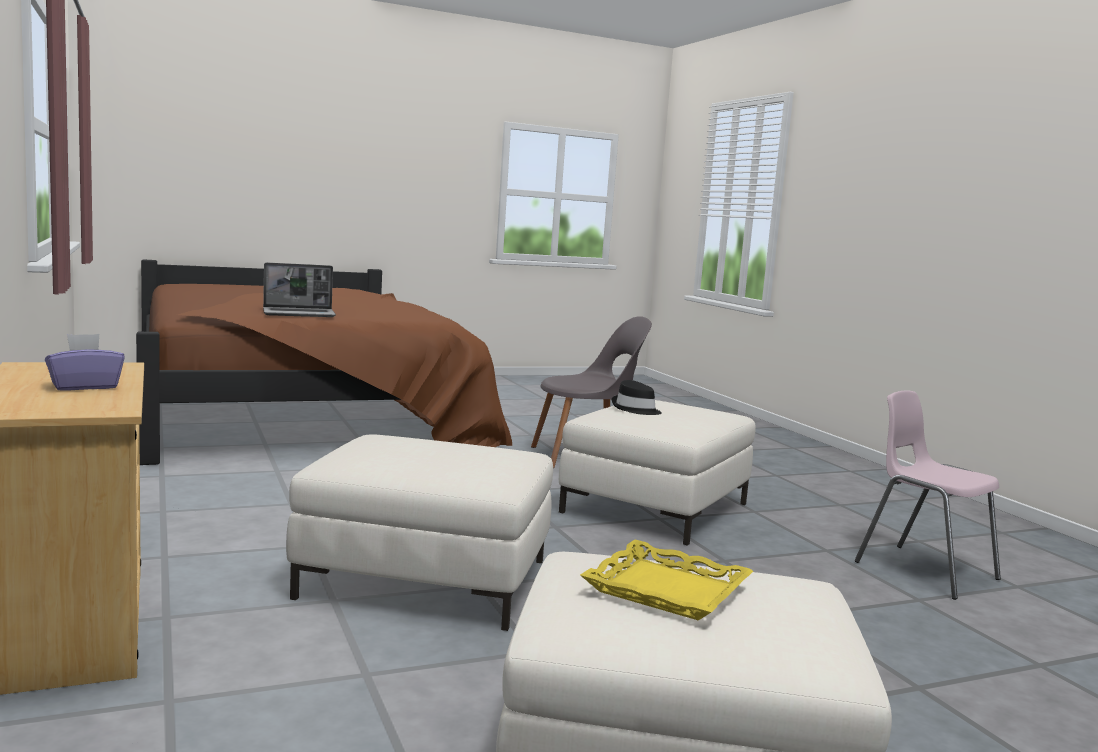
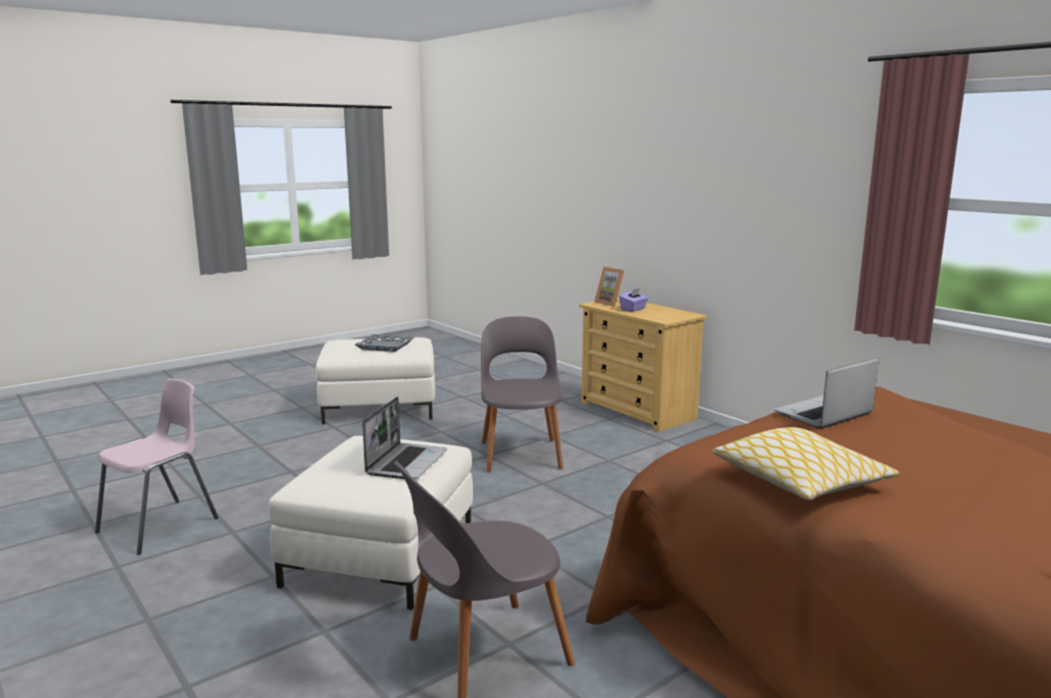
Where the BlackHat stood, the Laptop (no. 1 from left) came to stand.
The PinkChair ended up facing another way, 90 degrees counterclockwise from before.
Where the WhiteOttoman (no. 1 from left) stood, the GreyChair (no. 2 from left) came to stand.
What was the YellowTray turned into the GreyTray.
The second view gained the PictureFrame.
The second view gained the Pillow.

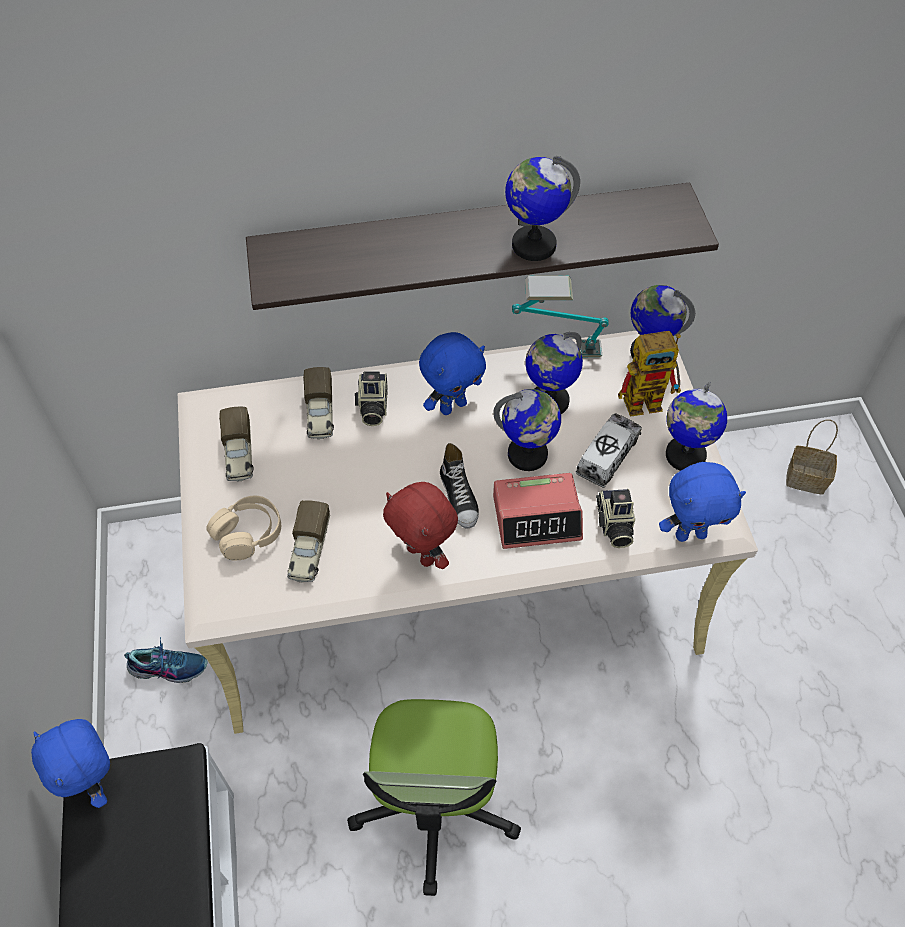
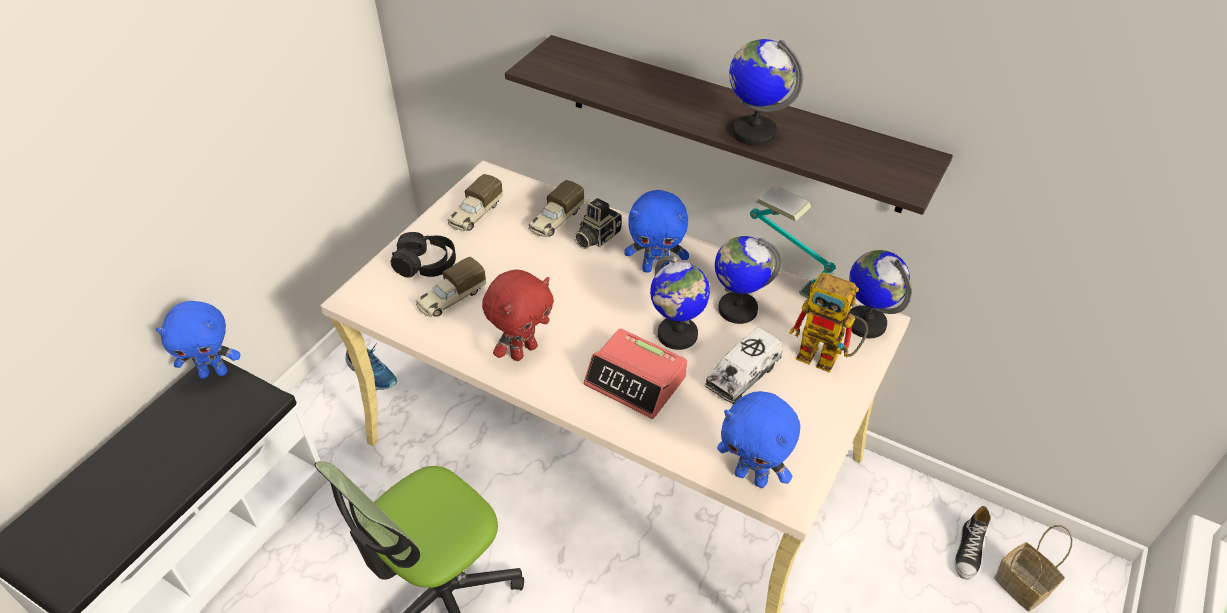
The second view lost the Globe (no. 5 from left).
The ToyTruck (no. 4 from left) ended up facing another way, 150 degrees clockwise from before.
The Shoe (no. 2 from left) ended up elsewhere.
The RedPlushToy ended up facing another way, 135 degrees counterclockwise from before.
The second view lost the PhotoCamera (no. 2 from left).
What was the BeigeHeadphones turned into the BlackHeadphones.
The BluePlushToy (no. 1 from left) ended up facing another way, 105 degrees counterclockwise from before.

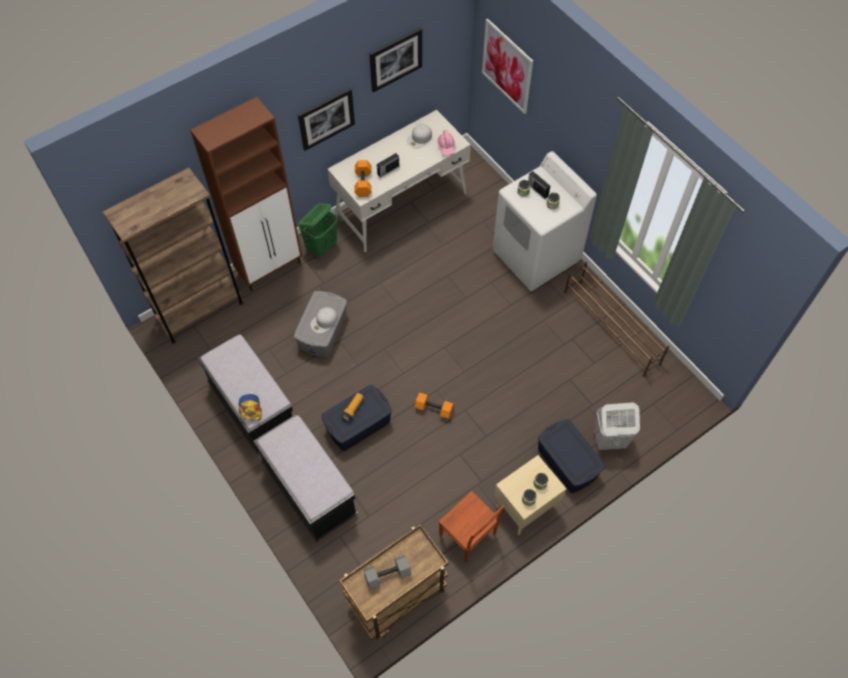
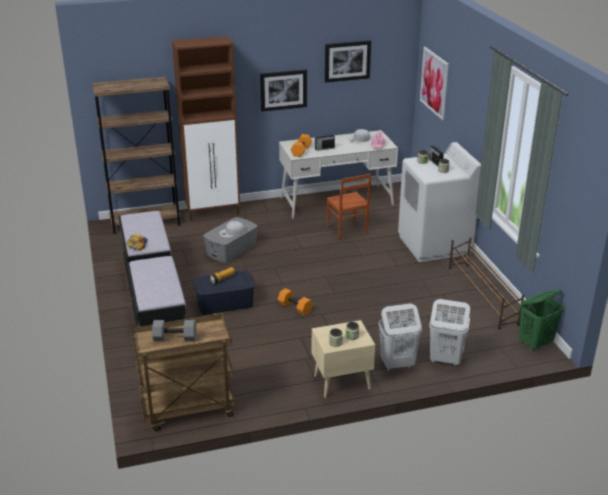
The GreenLaundryBasket ended up elsewhere.
Where the BlueStorageBox (no. 2 from left) stood, the WhiteLaundryBasket (no. 1 from left) came to stand.
The BrownChair ended up elsewhere.

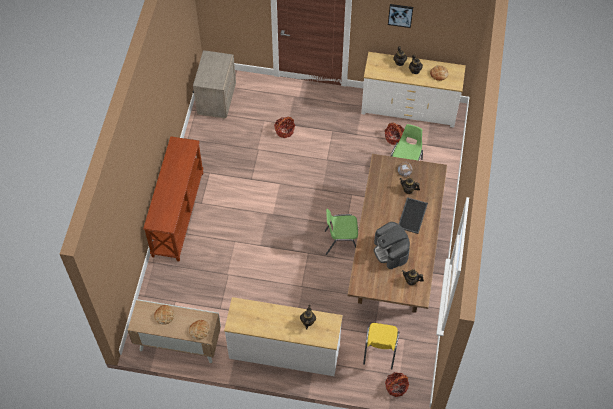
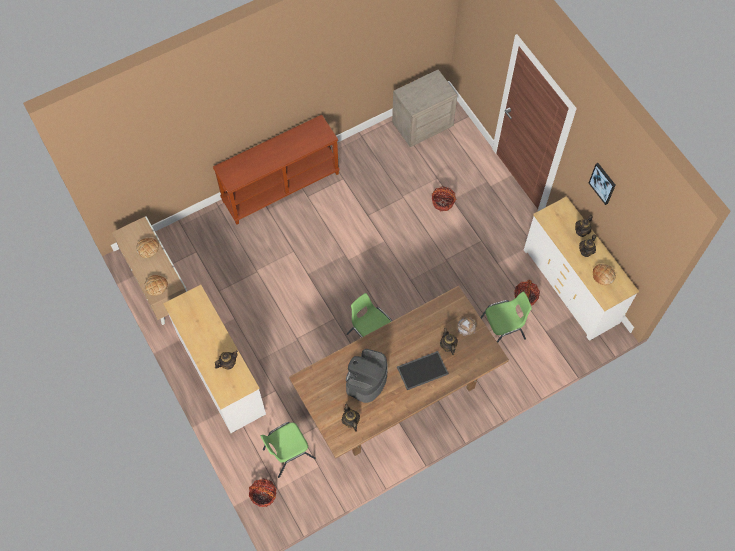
What was the YellowChair turned into the GreenChair (no. 1 from left).

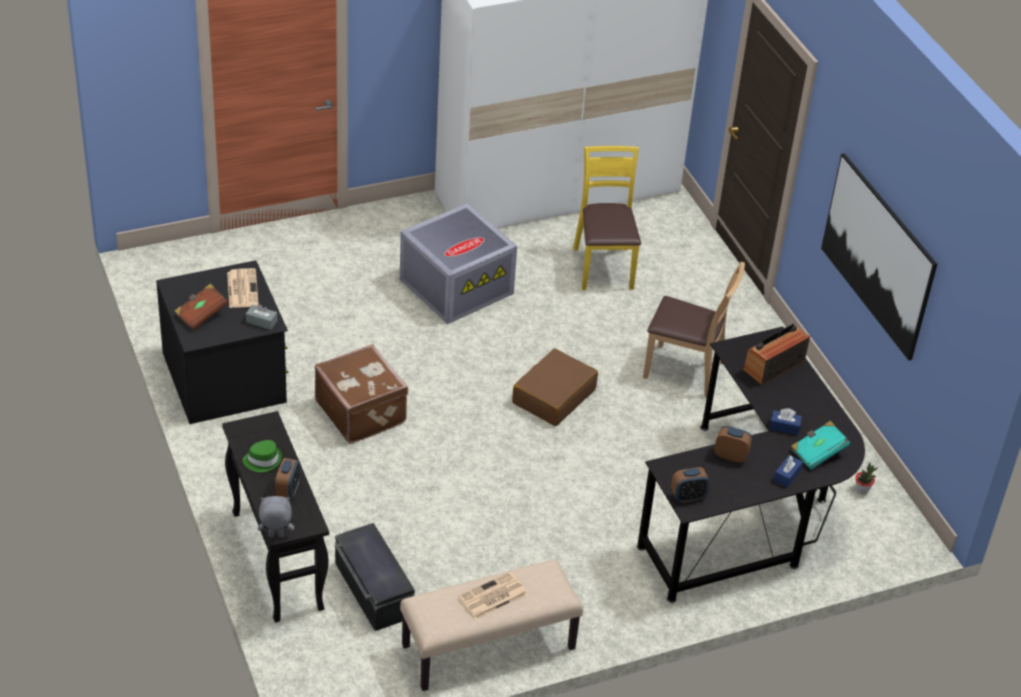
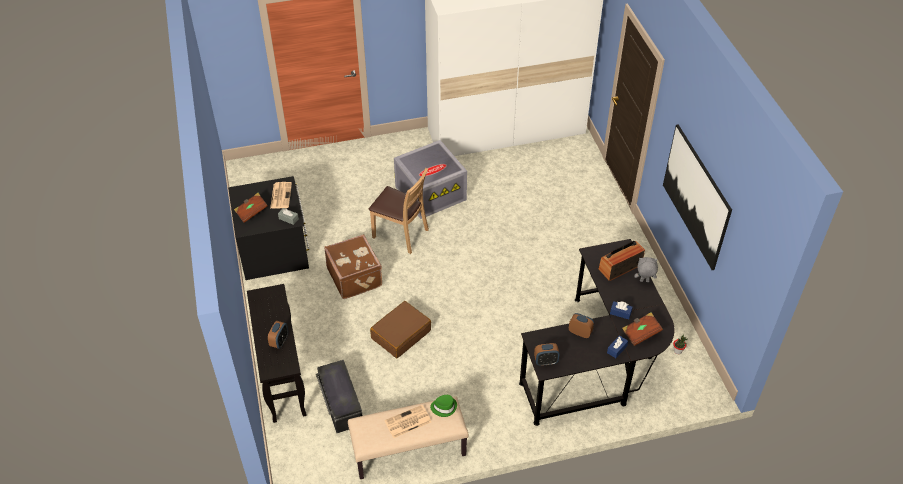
The second view lost the YellowChair.
The BrownChair ended up elsewhere.
The BrownSuitcase (no. 2 from left) ended up elsewhere.
What was the TurquoiseBook turned into the BrownBook (no. 2 from left).
The GreenHat ended up elsewhere.
The GreyPlushToy ended up elsewhere.

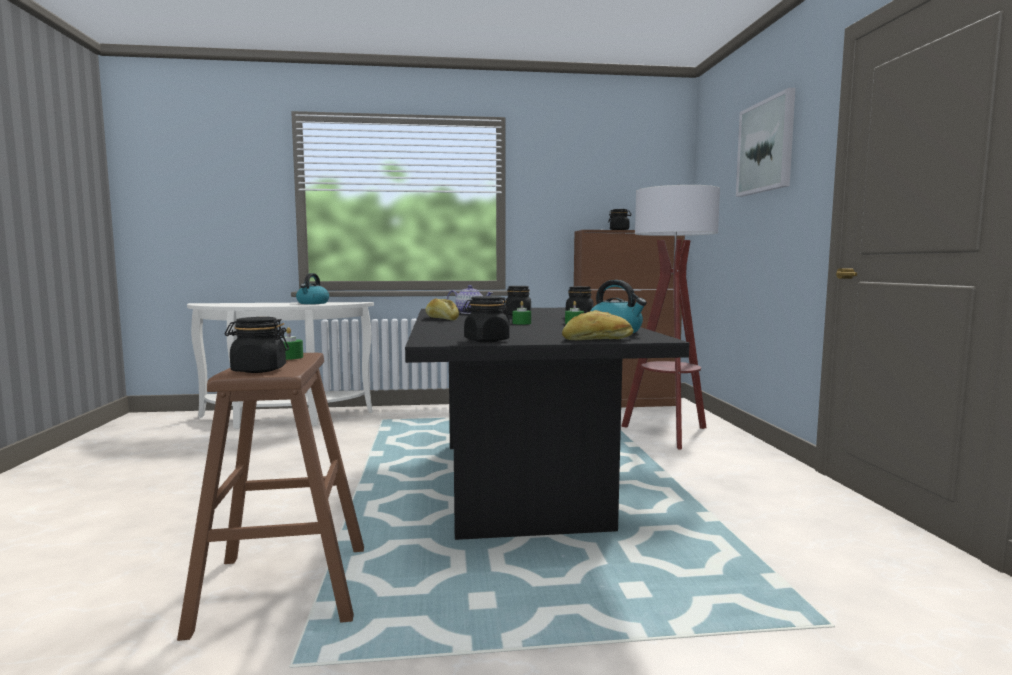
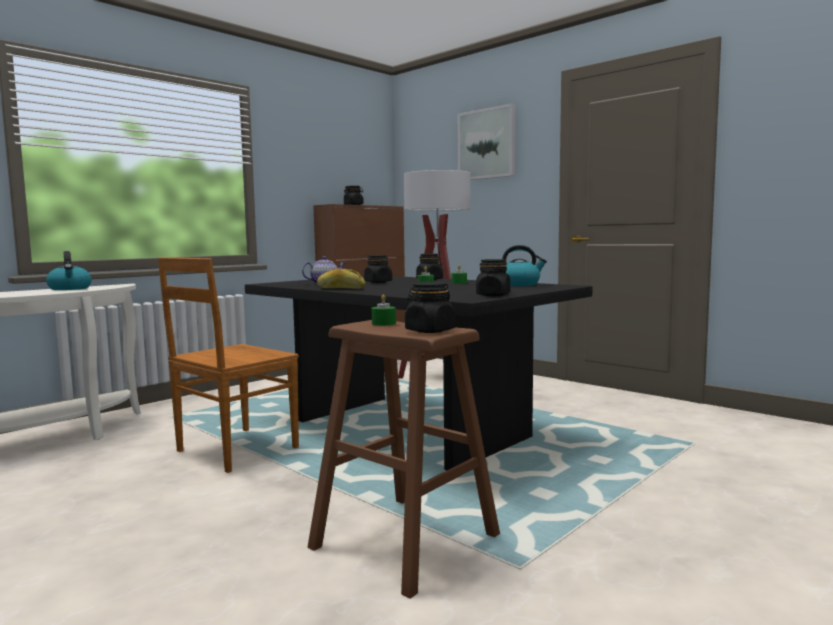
The second view lost the Bread (no. 2 from left).
The second view gained the BrownChair.

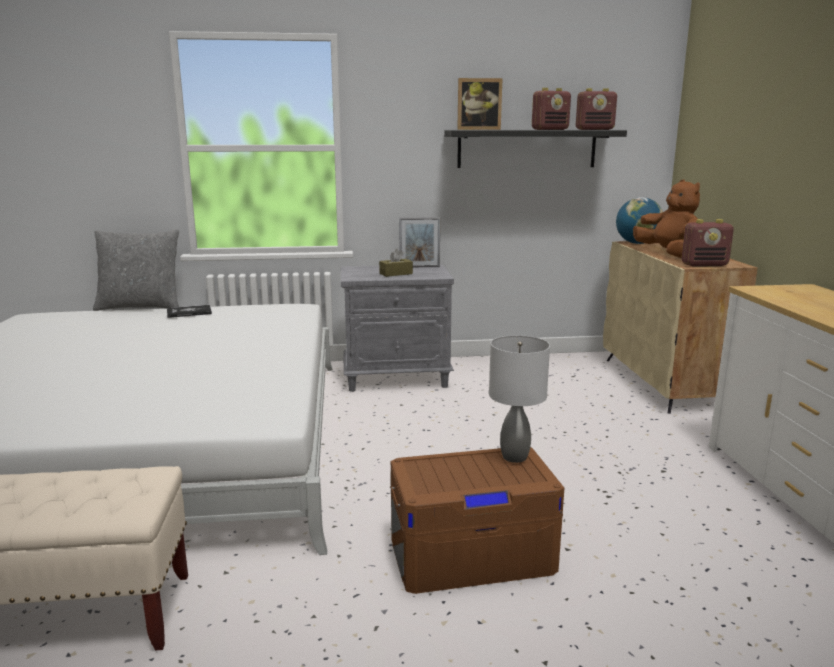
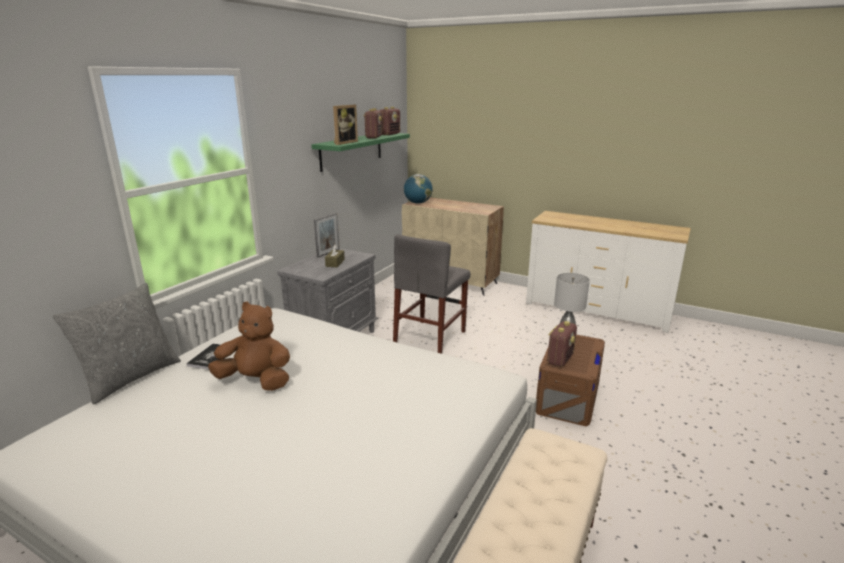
What was the BlackShelf turned into the GreenShelf.
The BrownPlushToy ended up elsewhere.
The Radio (no. 3 from left) ended up elsewhere.
The second view gained the GreyChair.

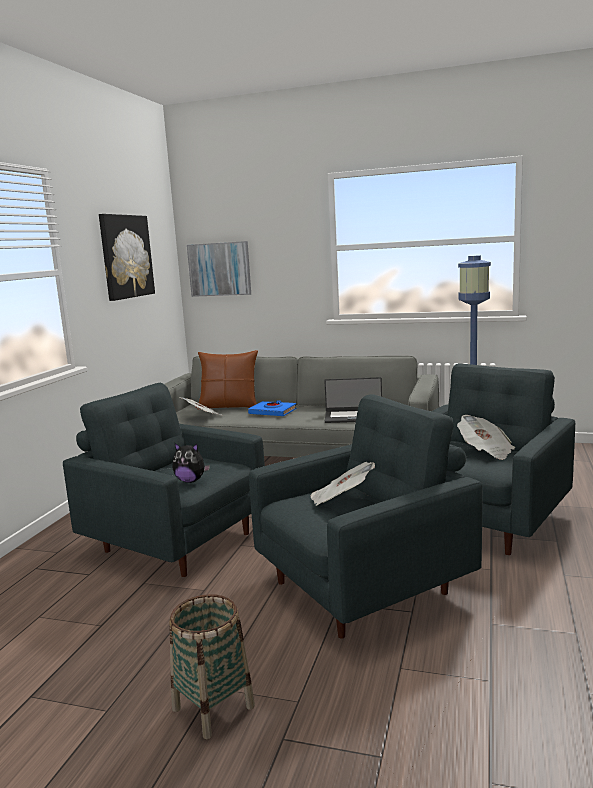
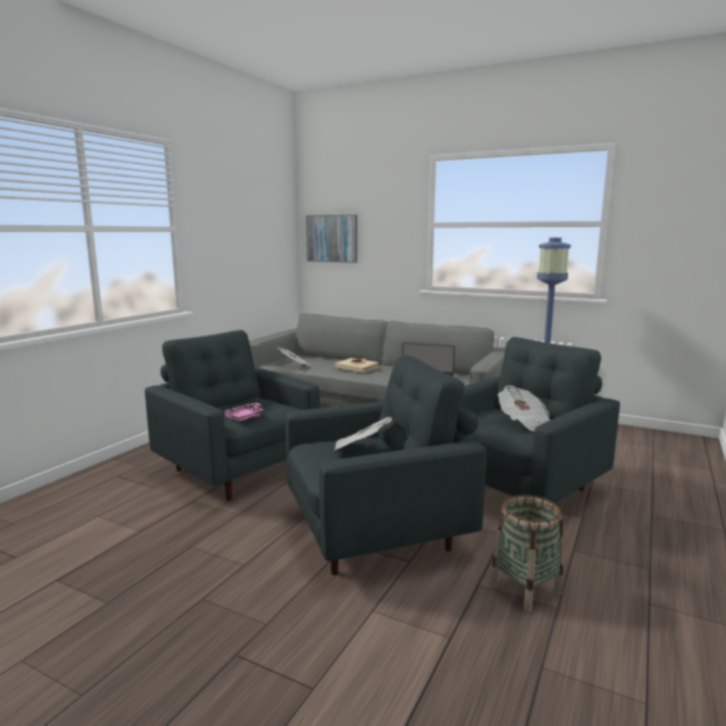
The second view lost the Picture (no. 1 from left).
The second view lost the BrownPillow.
What was the BlueBook turned into the BeigeBook.
Where the PlushToy stood, the PinkTray came to stand.
The Basket ended up elsewhere.

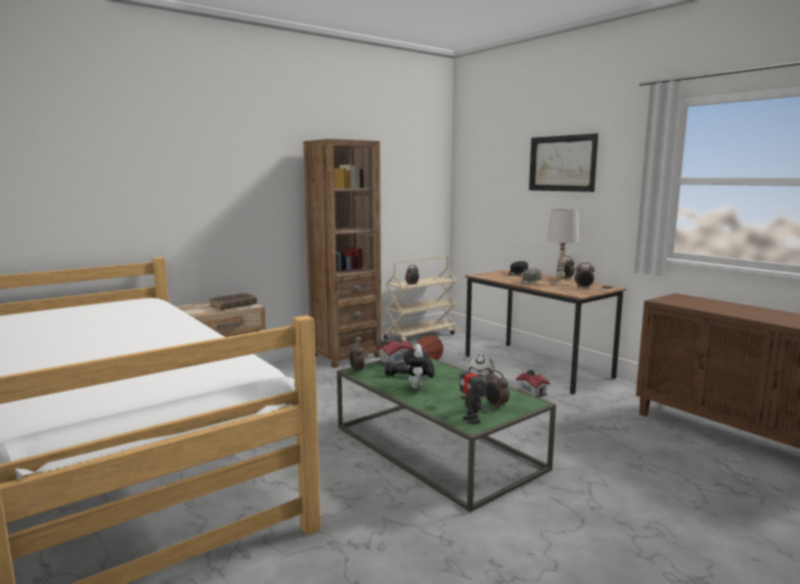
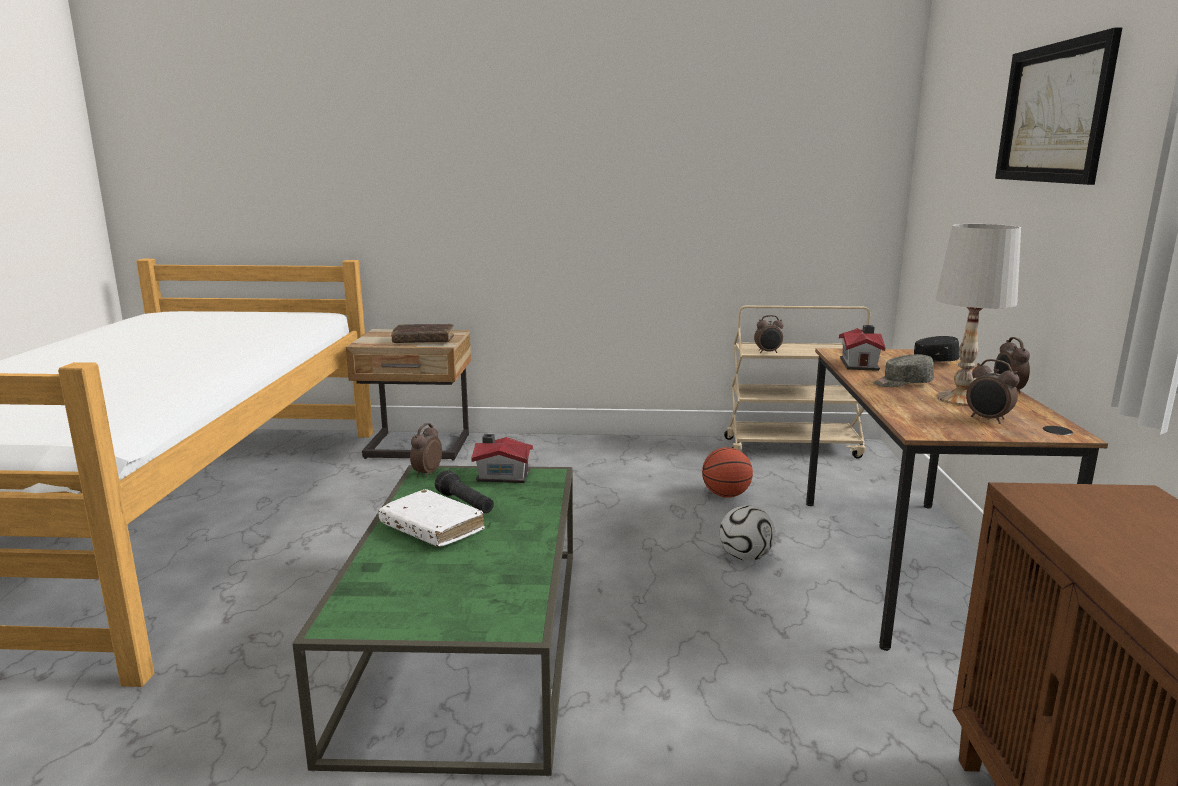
The second view lost the BrownBookcase.
Where the PlushToy stood, the WhiteBook came to stand.
The second view lost the ToyRobot.
The second view lost the AlarmClock (no. 3 from left).
The ToyHouse (no. 2 from left) ended up elsewhere.

